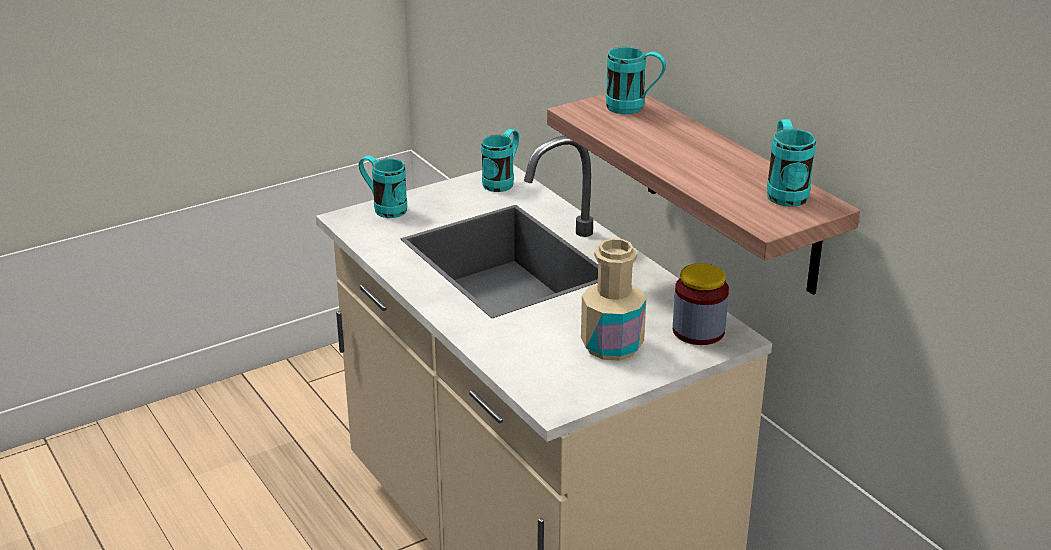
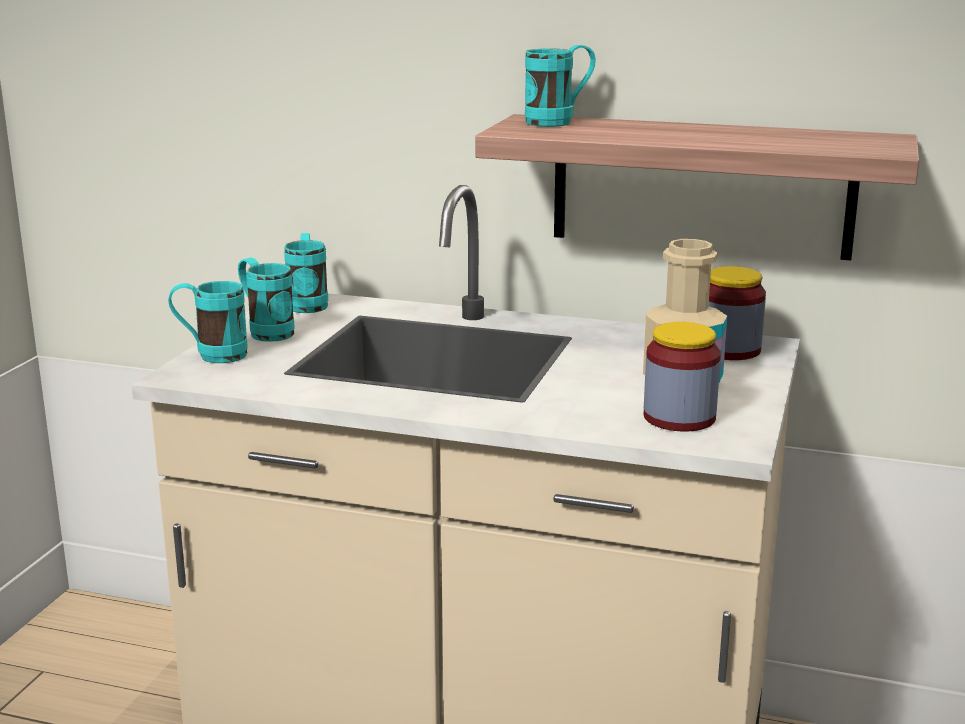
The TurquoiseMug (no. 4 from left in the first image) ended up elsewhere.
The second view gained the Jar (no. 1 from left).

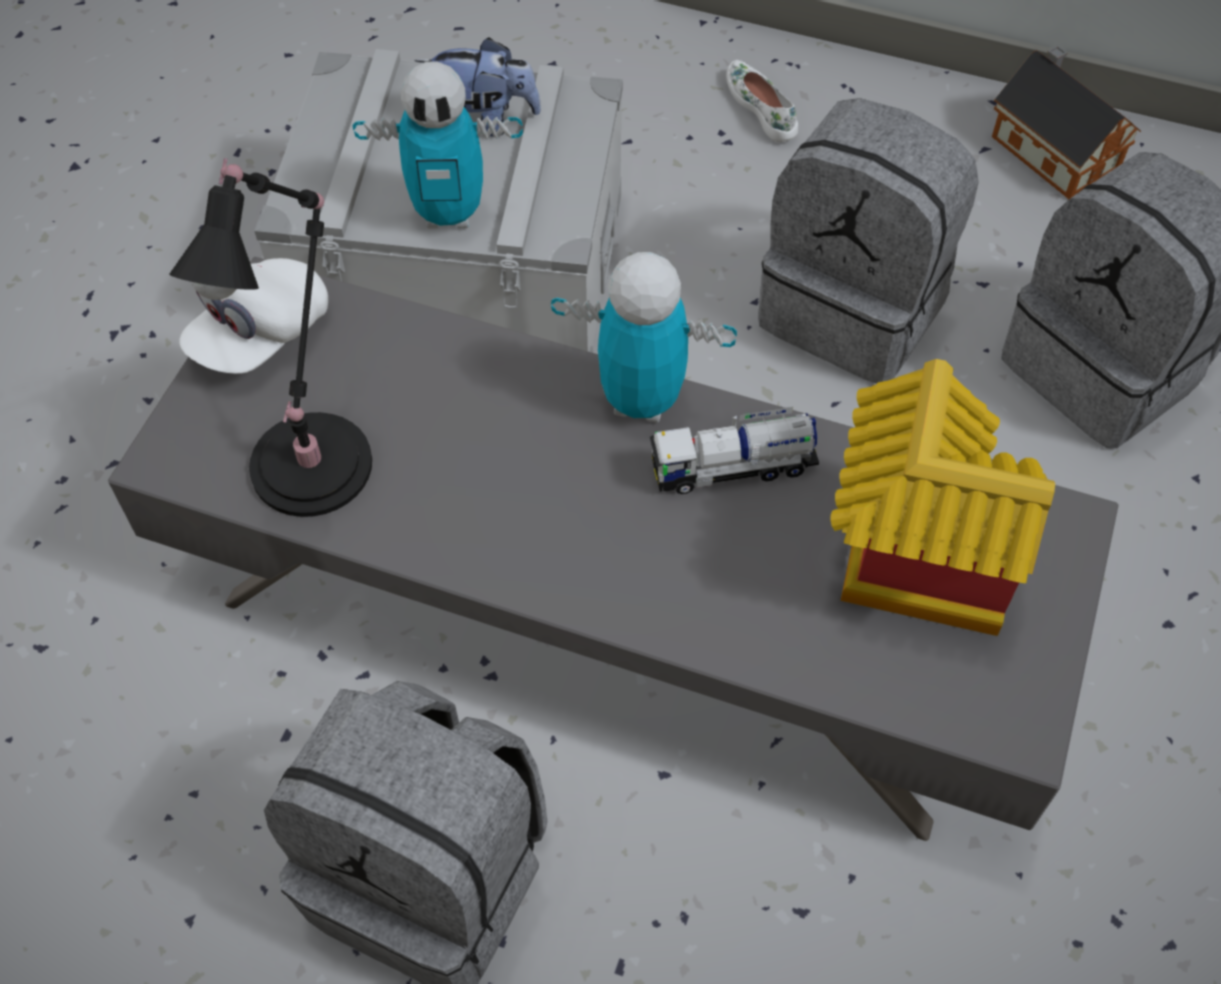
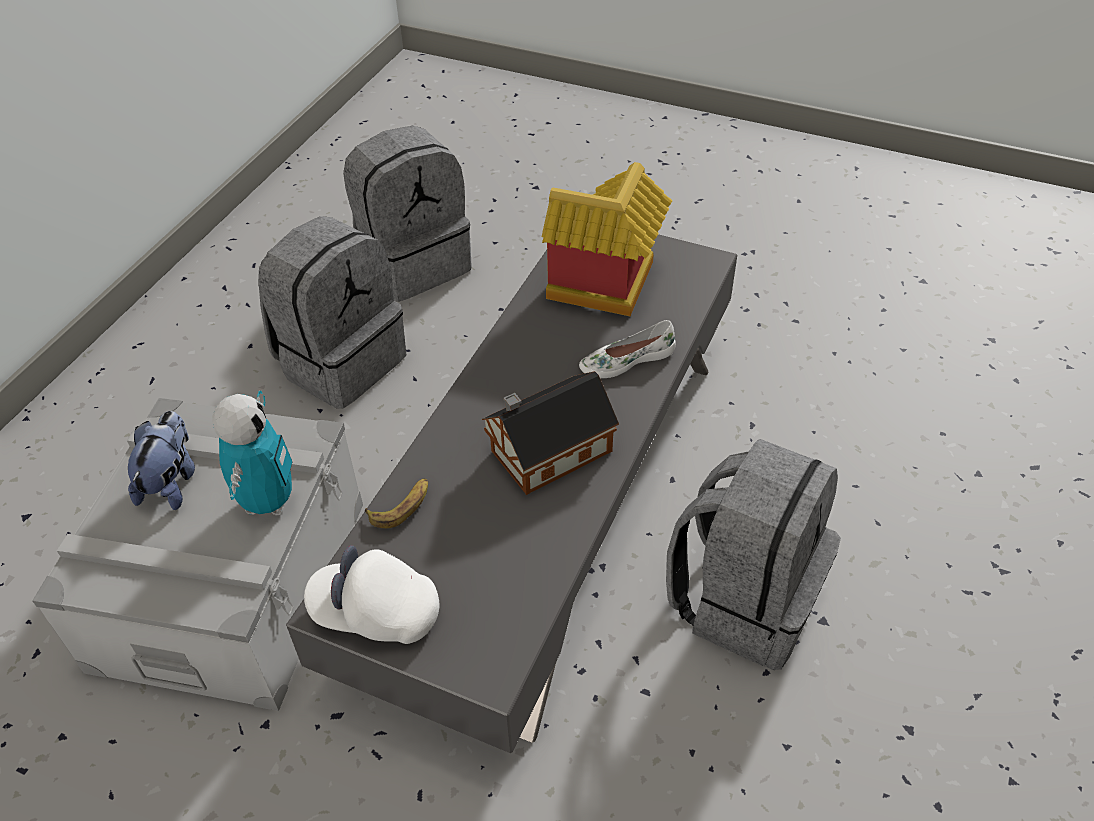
The ToyHouse (no. 2 from left in the first image) ended up elsewhere.
The WhiteShoe ended up elsewhere.
The second view lost the BlackTableLamp.
The second view lost the ToyRobot (no. 2 from left).
The WhiteCap ended up facing another way, 150 degrees clockwise from before.
The second view lost the ToyTruck.
The second view gained the Banana.

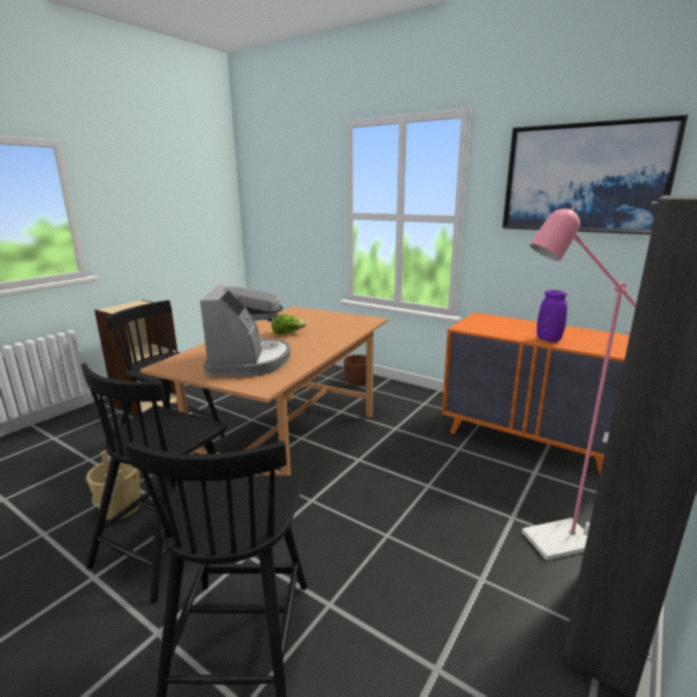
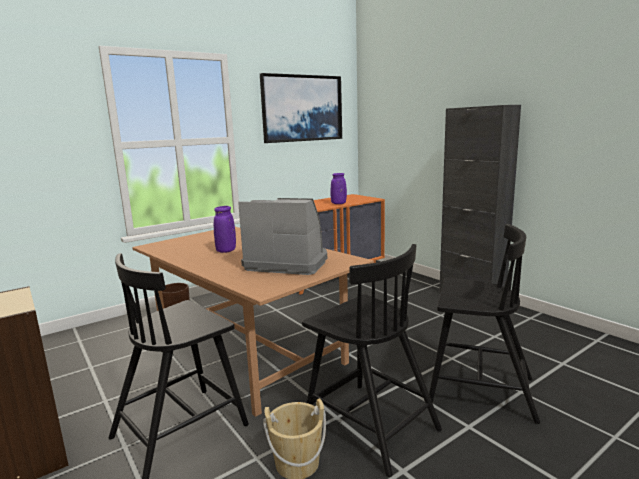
The second view lost the PinkFloorLamp.
Where the Lettuce stood, the PurpleVase (no. 1 from left) came to stand.

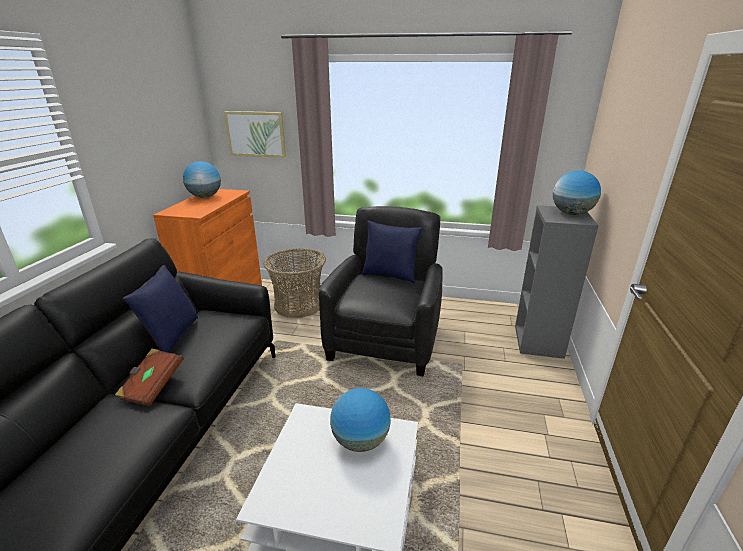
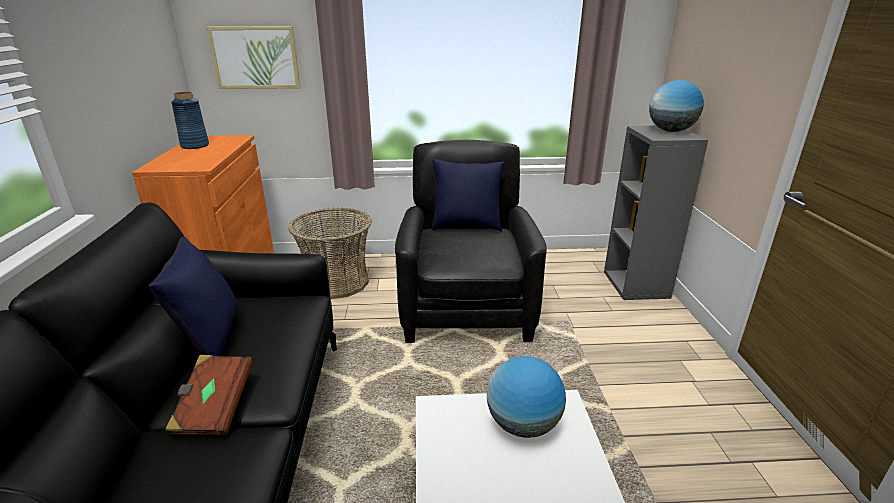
Where the Globe (no. 1 from left) stood, the BlueVase came to stand.

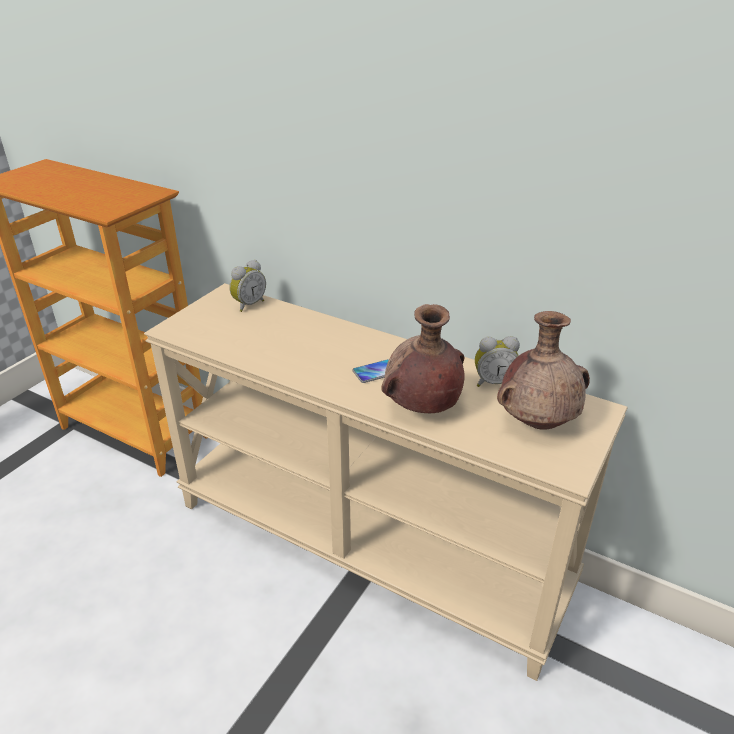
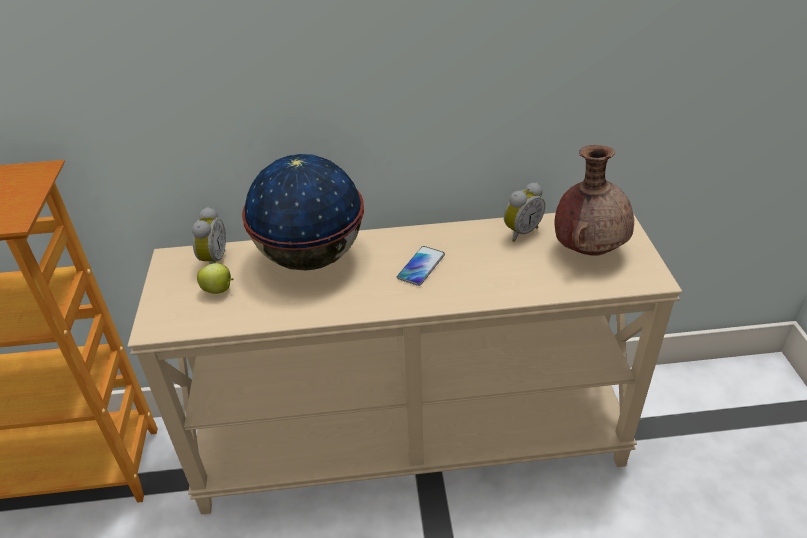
The second view lost the BrownVase (no. 1 from left).
The second view gained the Globe.
The second view gained the Apple.

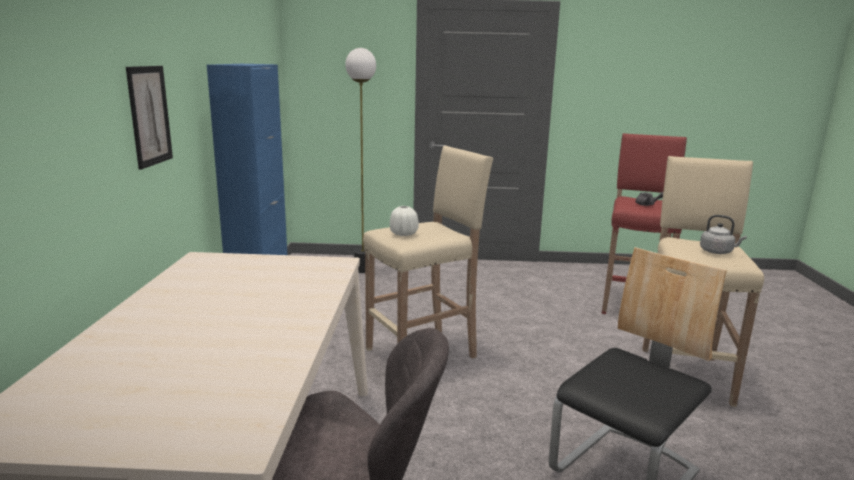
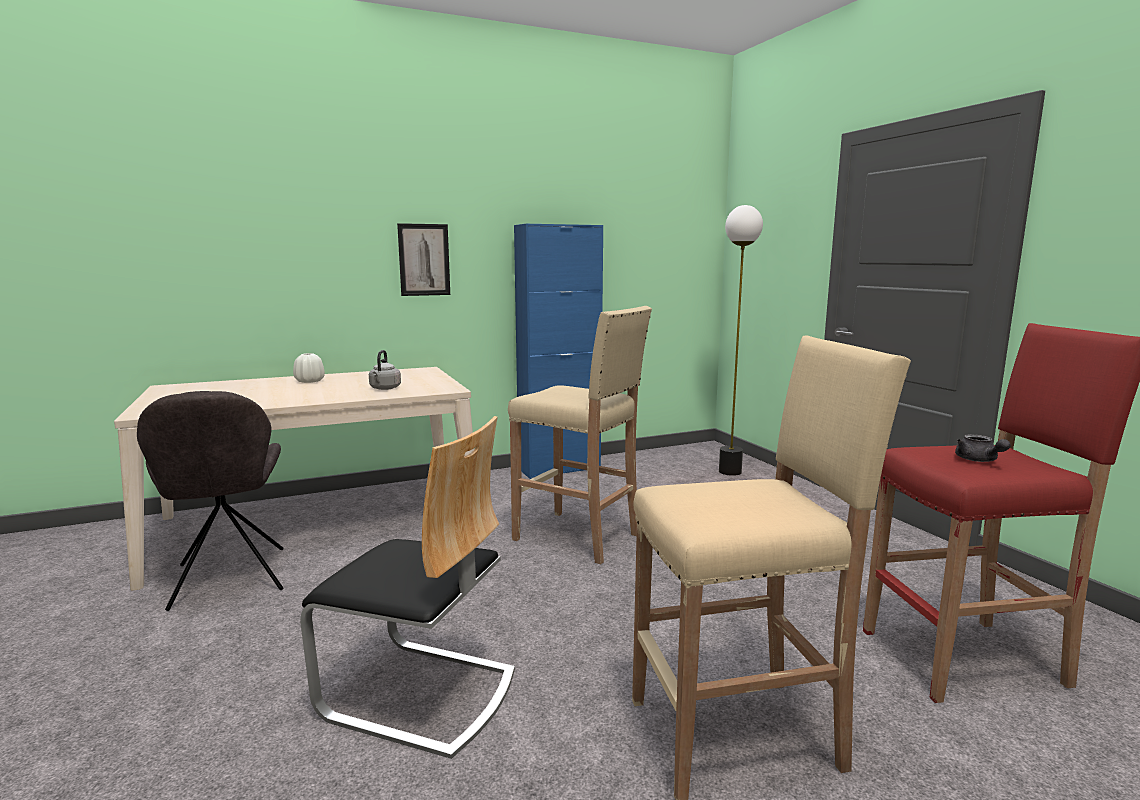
The WhiteVase ended up elsewhere.
The GreyKettle ended up elsewhere.

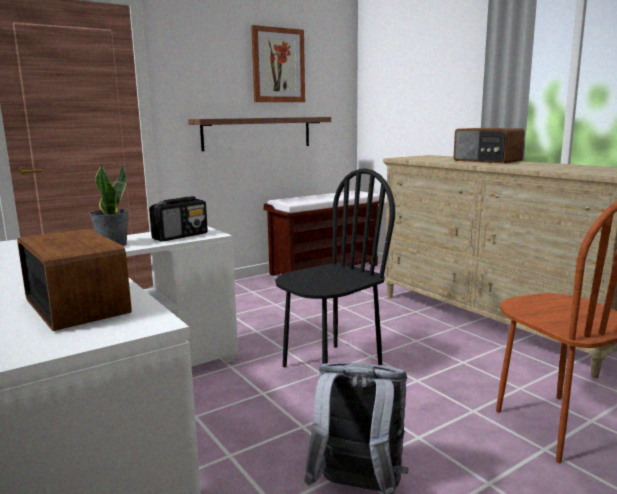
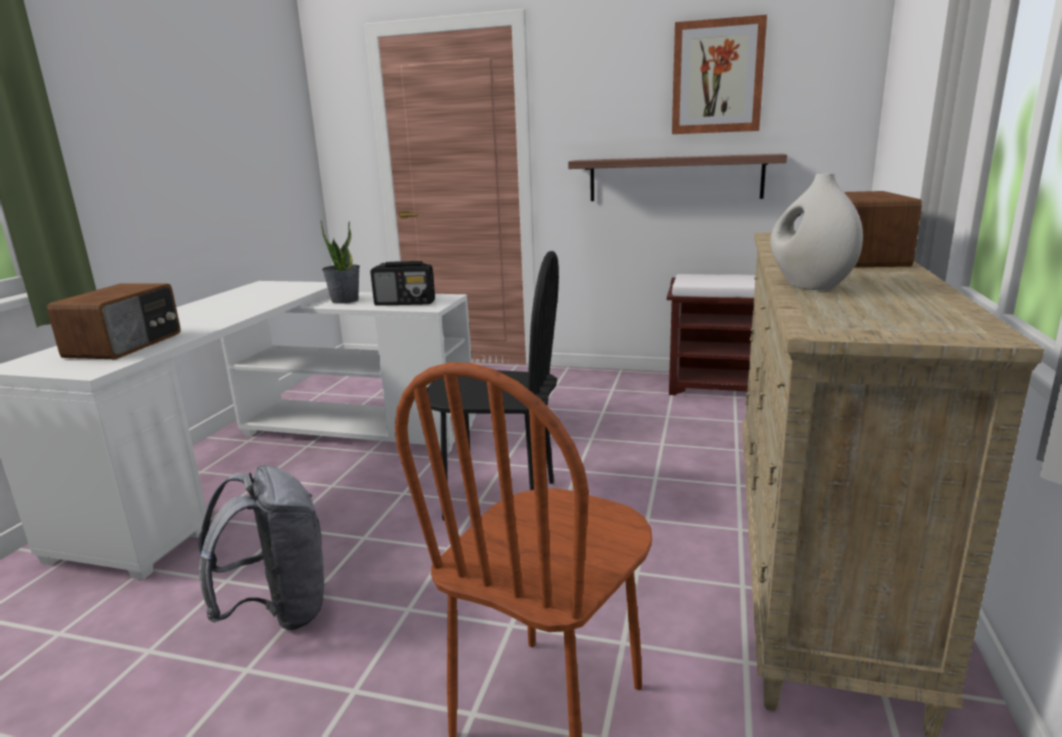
The second view gained the WhiteVase.

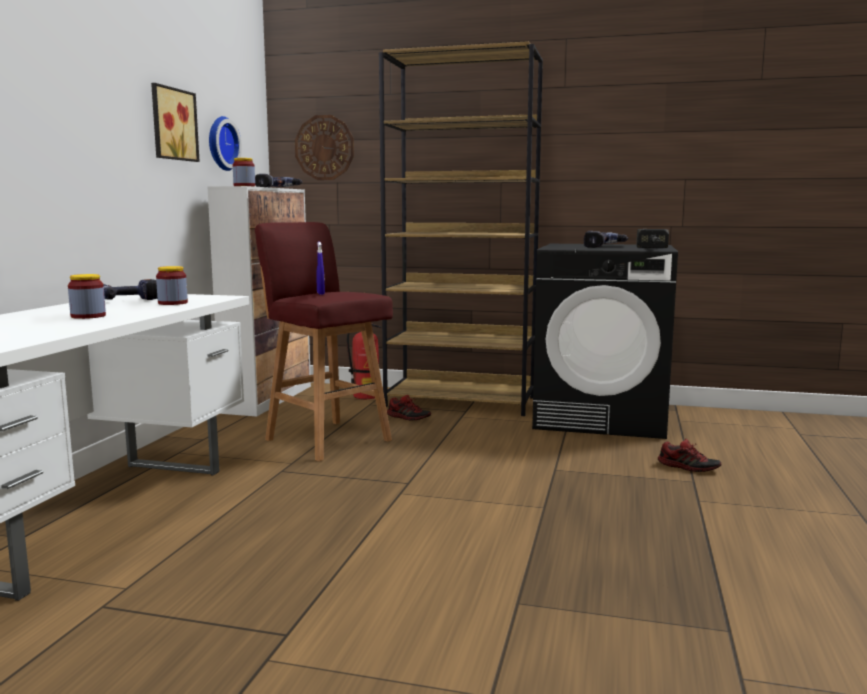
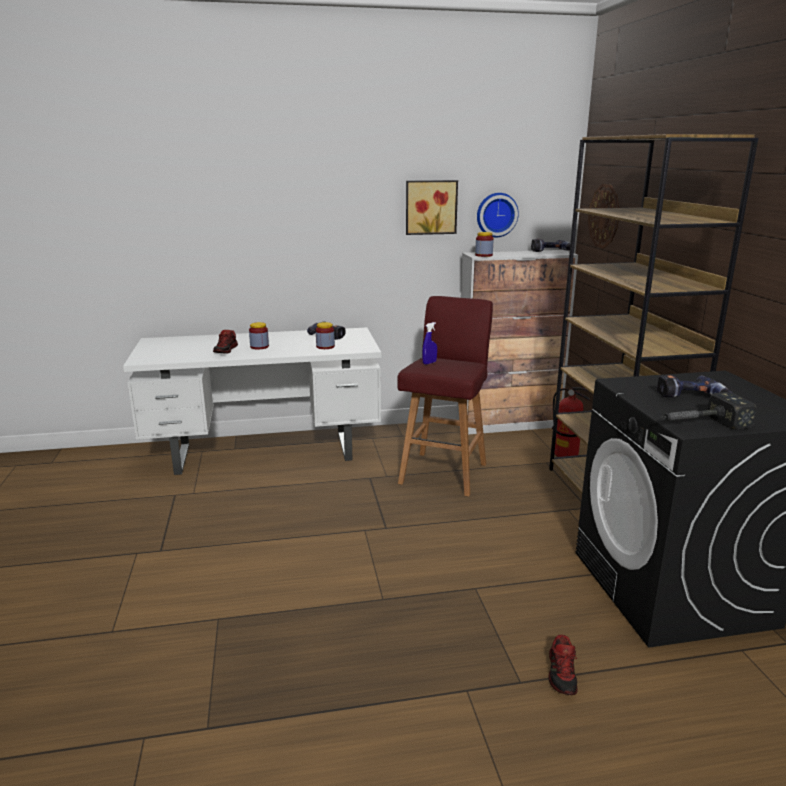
The Shoe (no. 1 from left) ended up elsewhere.

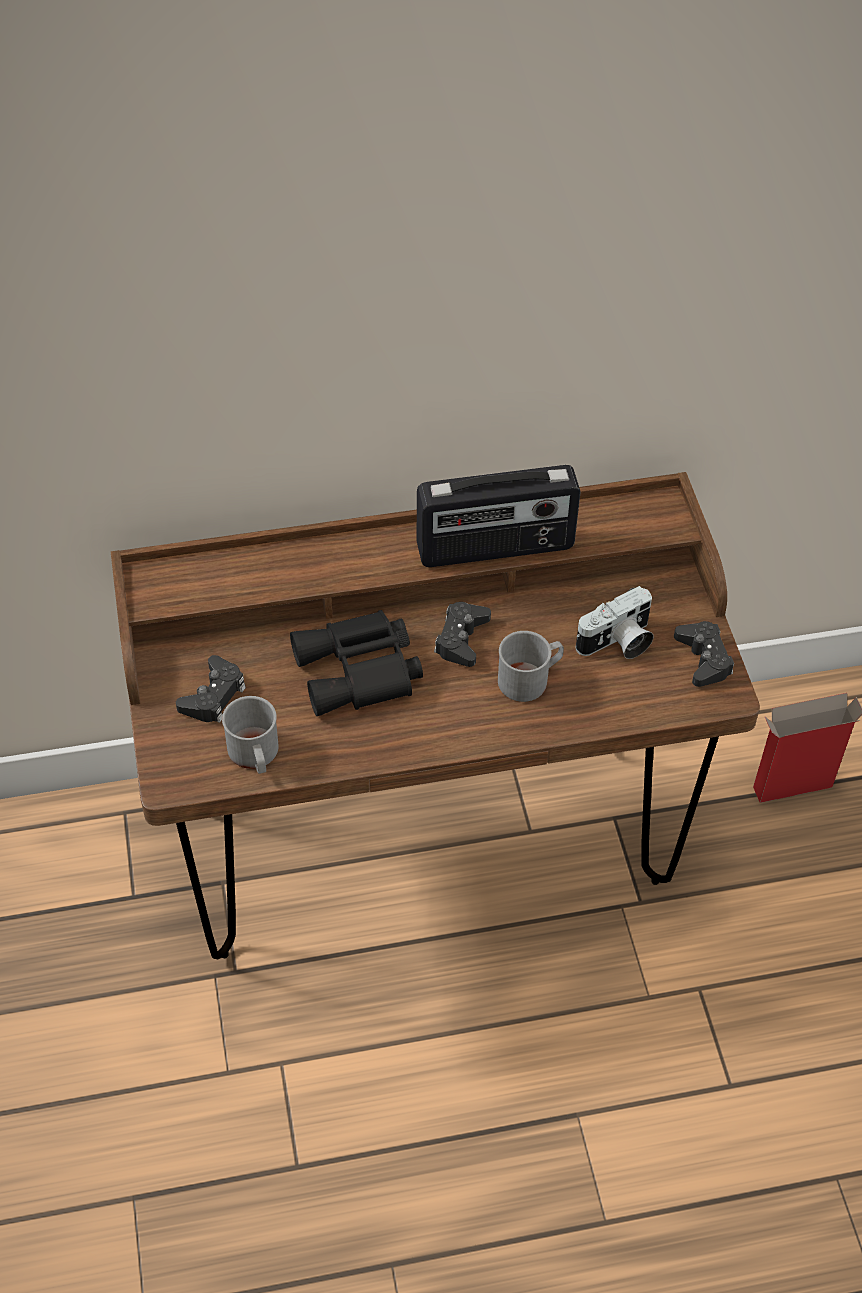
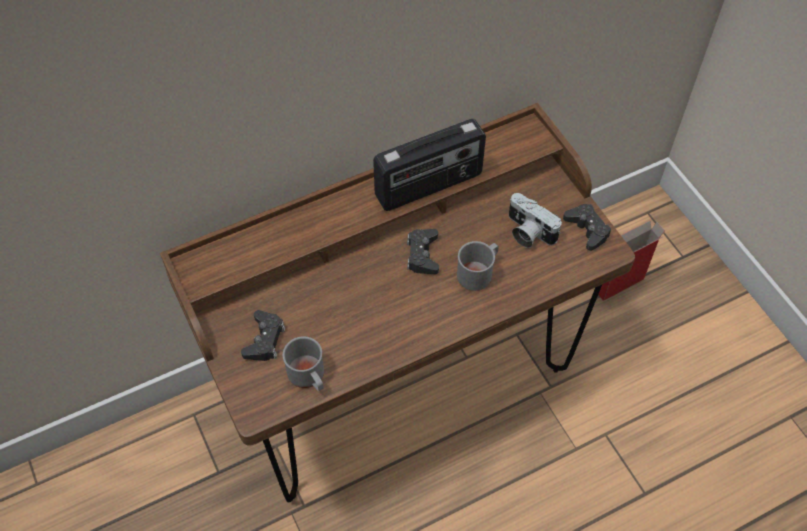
The PhotoCamera ended up facing another way, 90 degrees clockwise from before.
The second view lost the BlackBinoculars.

